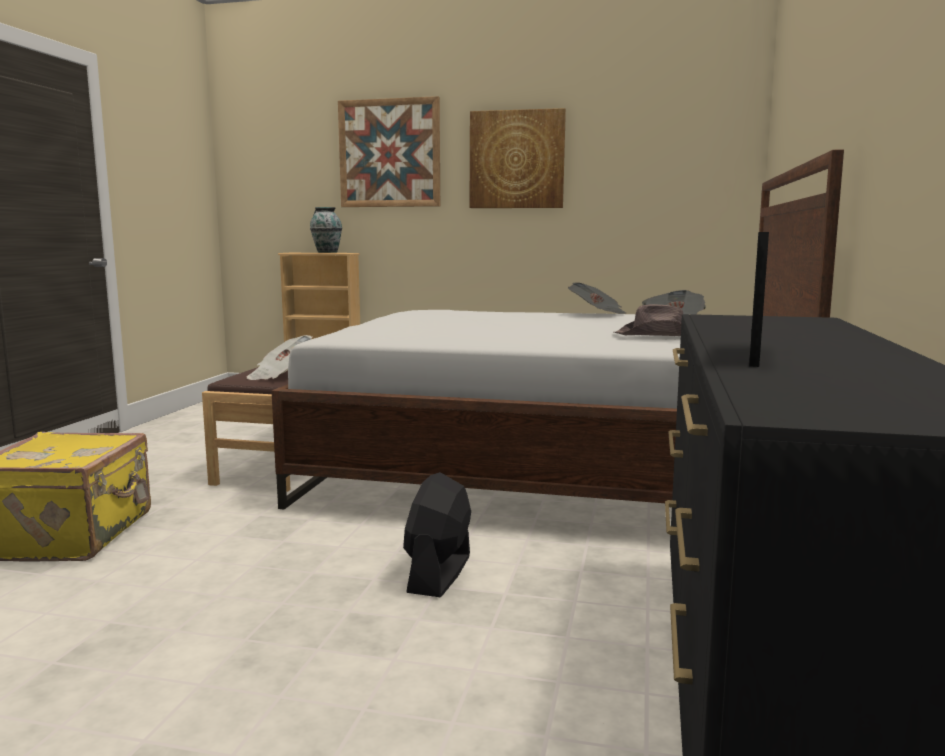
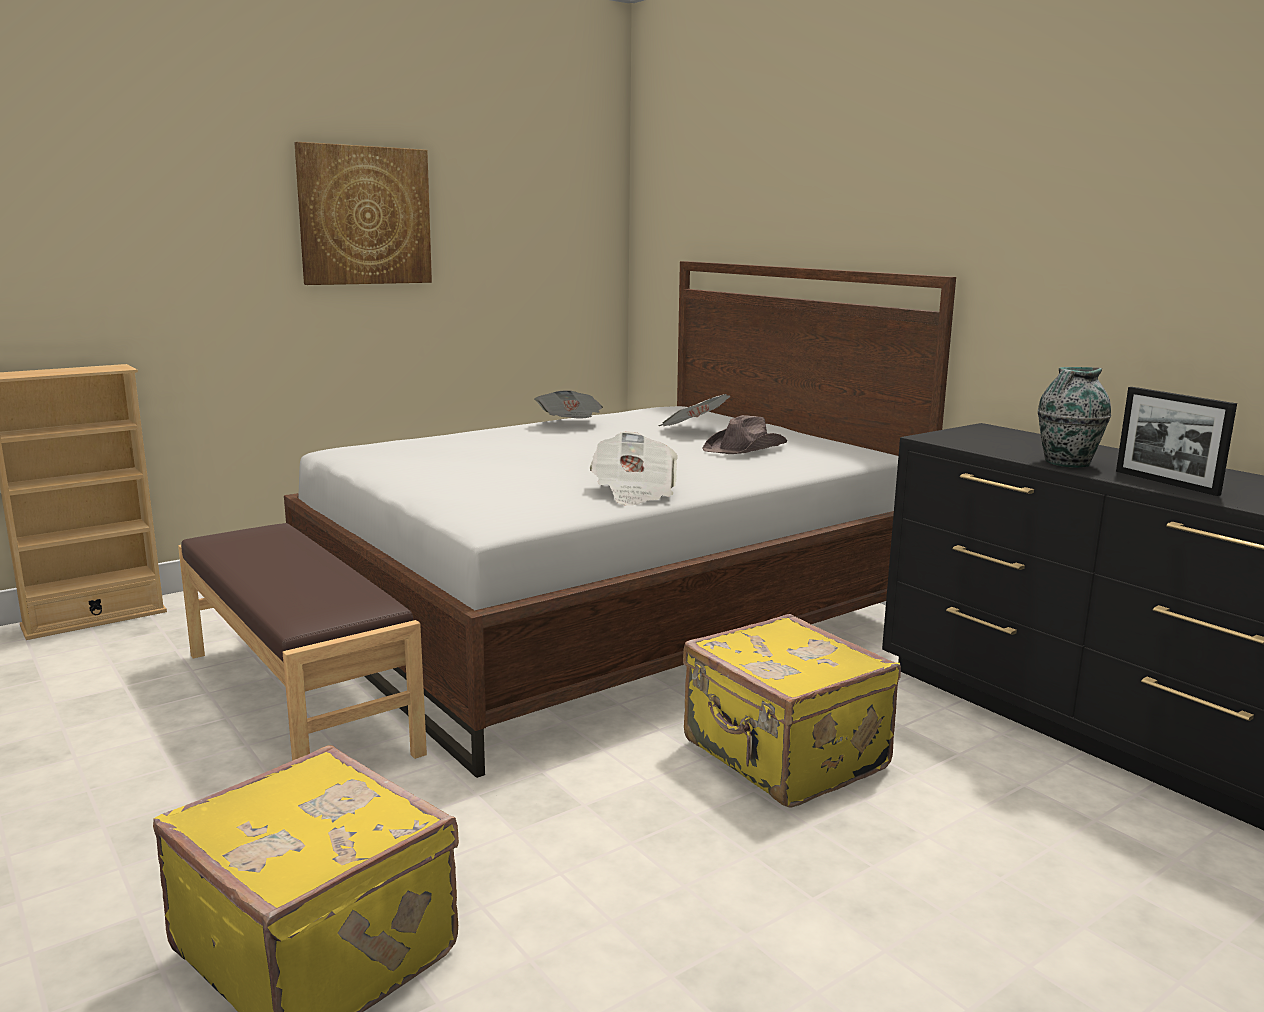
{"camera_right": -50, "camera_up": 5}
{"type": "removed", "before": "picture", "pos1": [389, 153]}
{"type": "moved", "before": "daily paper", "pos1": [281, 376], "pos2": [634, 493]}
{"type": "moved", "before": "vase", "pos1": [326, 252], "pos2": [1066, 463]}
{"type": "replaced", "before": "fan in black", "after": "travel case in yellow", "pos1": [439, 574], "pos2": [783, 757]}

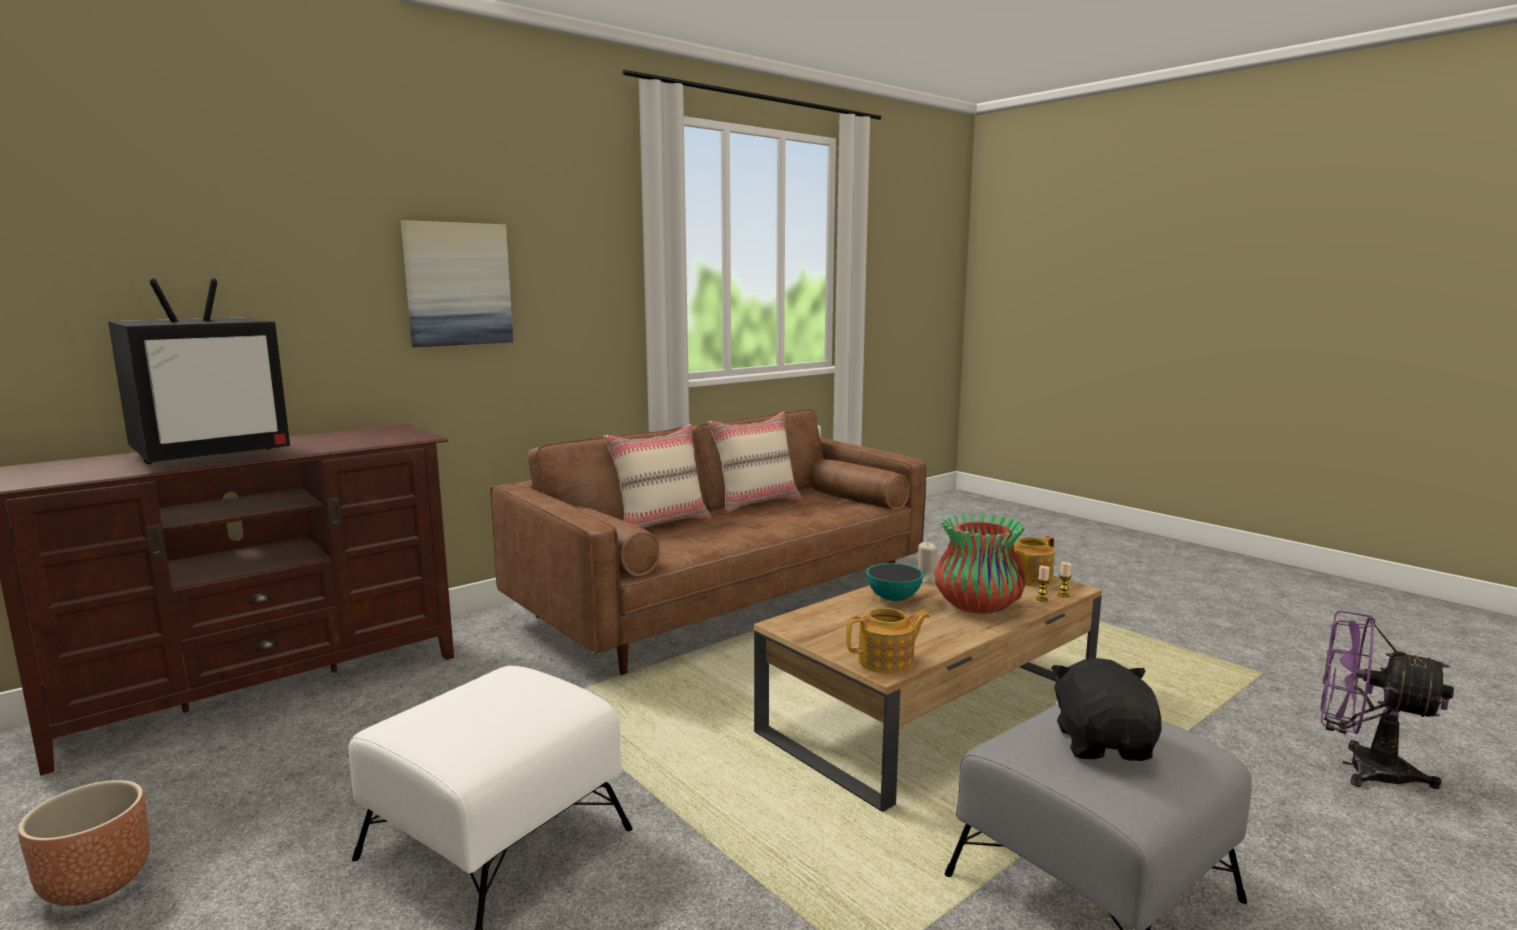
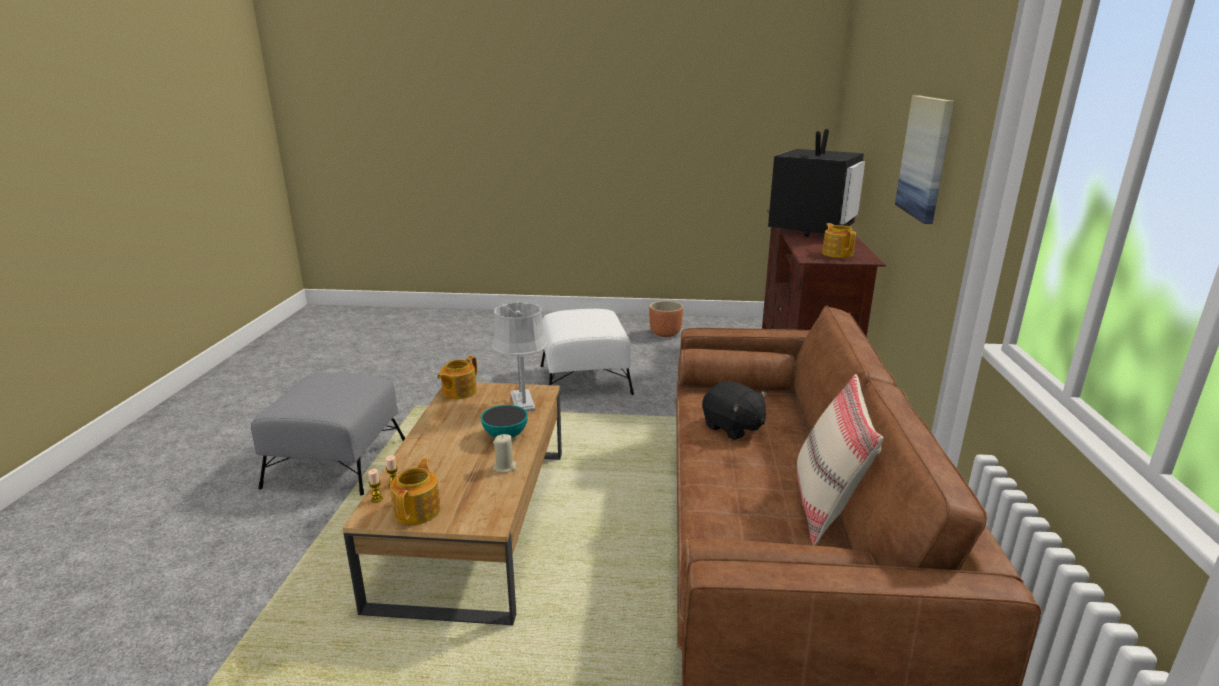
{"camera_right": 135, "camera_up": 10}
{"type": "removed", "before": "throw pillow in sand-coloured", "pos1": [661, 523]}
{"type": "removed", "before": "vase", "pos1": [977, 606]}
{"type": "removed", "before": "fan in purple-coloured", "pos1": [1361, 768]}
{"type": "added", "after": "lamp for a table in greyish", "pos2": [523, 402]}
{"type": "added", "after": "tea pot", "pos2": [837, 253]}
{"type": "moved", "before": "cuddly toy in black", "pos1": [1103, 744], "pos2": [733, 428]}
{"type": "turned", "before": "TV", "pos1": [213, 455], "pos2": [811, 230], "turn": -150}

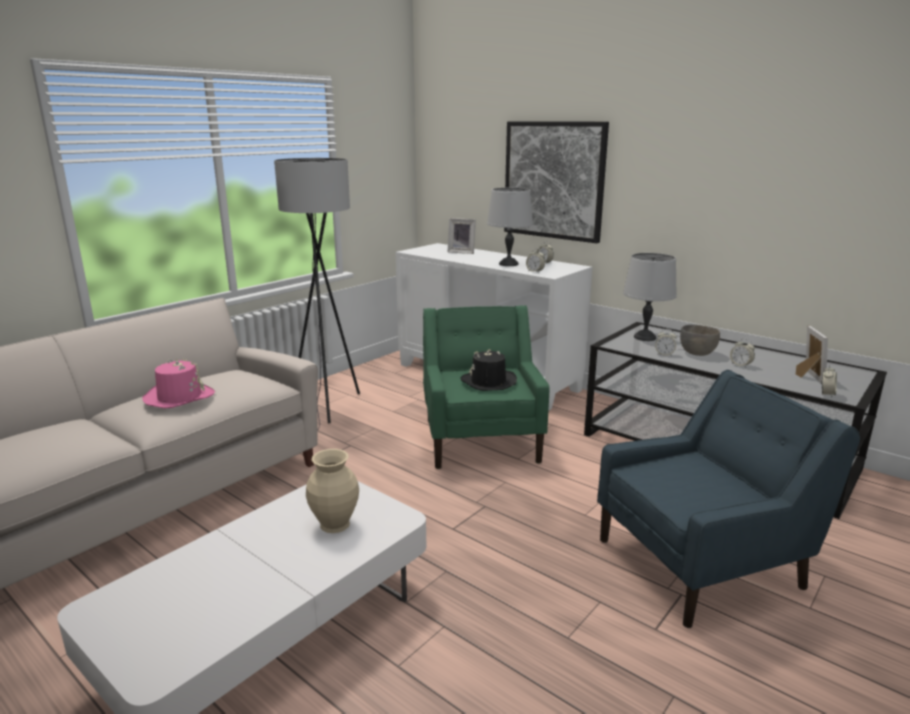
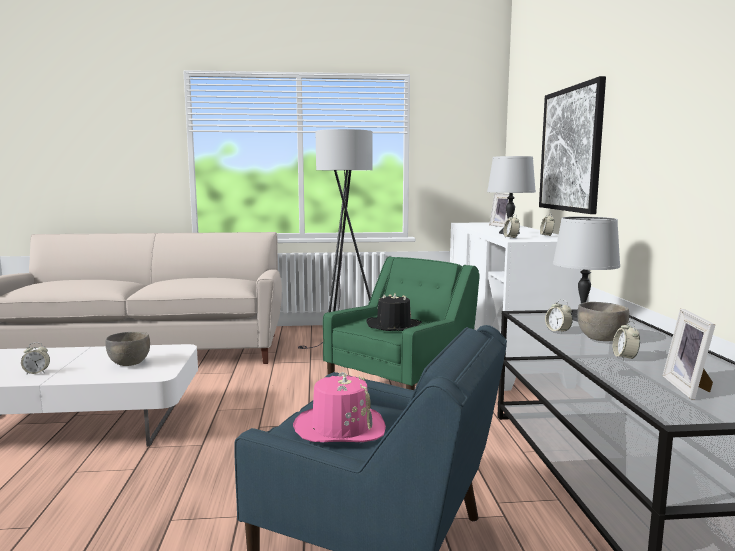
{"camera_right": 45, "camera_up": -10}
{"type": "moved", "before": "wearable hat in pink-coloured", "pos1": [179, 397], "pos2": [340, 427]}
{"type": "moved", "before": "alarm clock", "pos1": [826, 394], "pos2": [37, 372]}
{"type": "replaced", "before": "vase in sand-coloured", "after": "serving bowl in greyish", "pos1": [336, 524], "pos2": [129, 364]}
{"type": "turned", "before": "photo frame", "pos1": [807, 377], "pos2": [689, 388], "turn": 135}

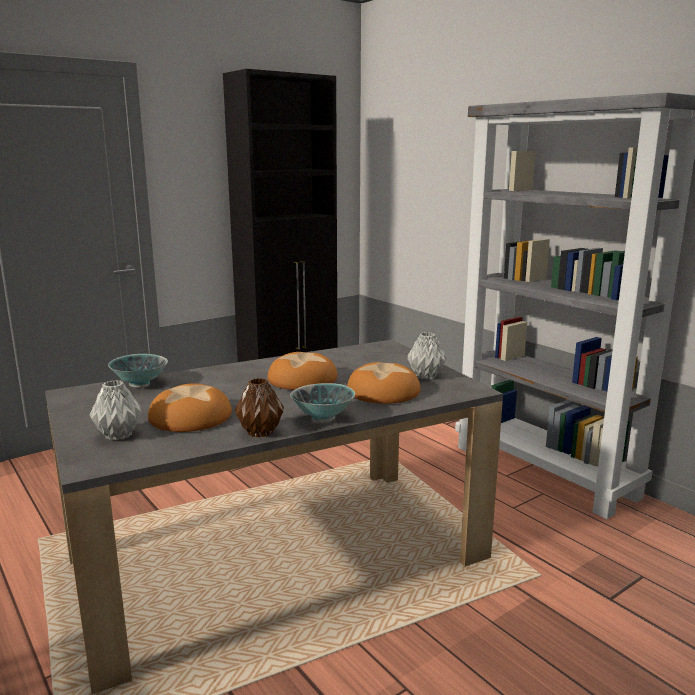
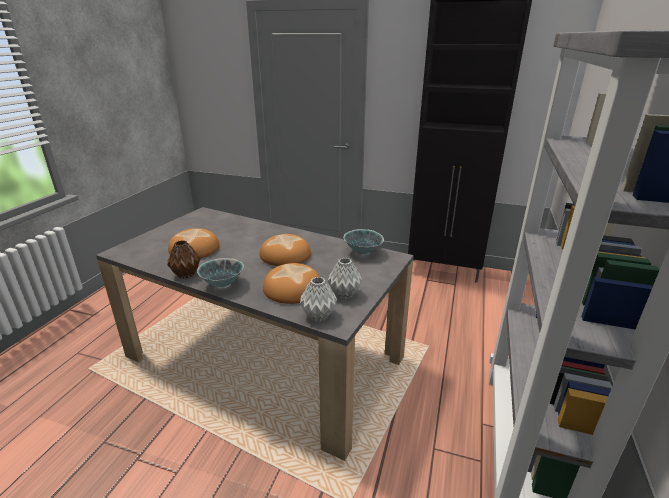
{"camera_right": 55, "camera_up": 10}
{"type": "moved", "before": "vase in greyish", "pos1": [119, 435], "pos2": [318, 316]}
{"type": "moved", "before": "serving bowl", "pos1": [139, 384], "pos2": [362, 252]}

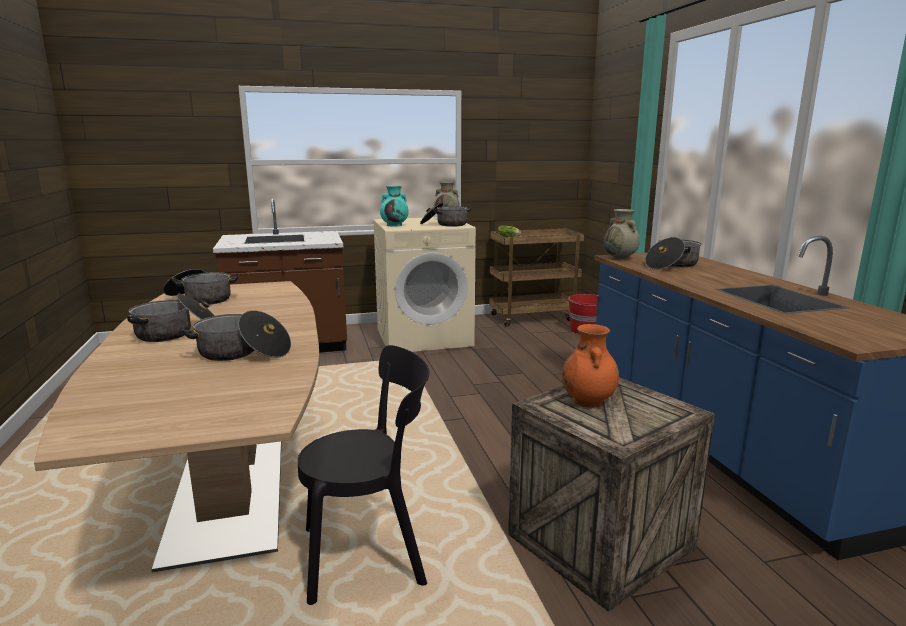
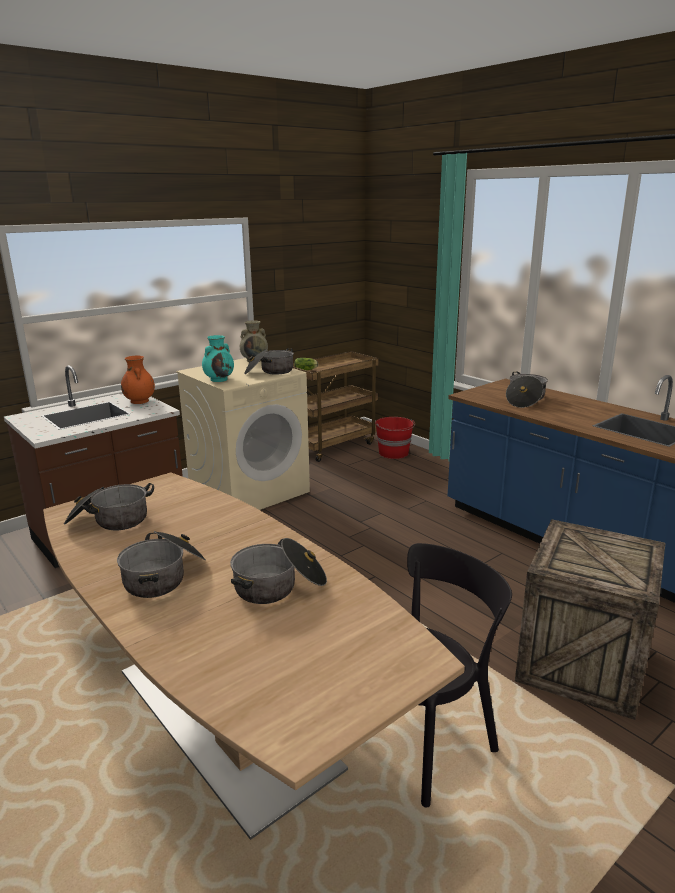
{"camera_right": -25, "camera_up": 5}
{"type": "removed", "before": "vase in sand-coloured", "pos1": [620, 258]}
{"type": "moved", "before": "vase in orangey", "pos1": [588, 401], "pos2": [140, 401]}

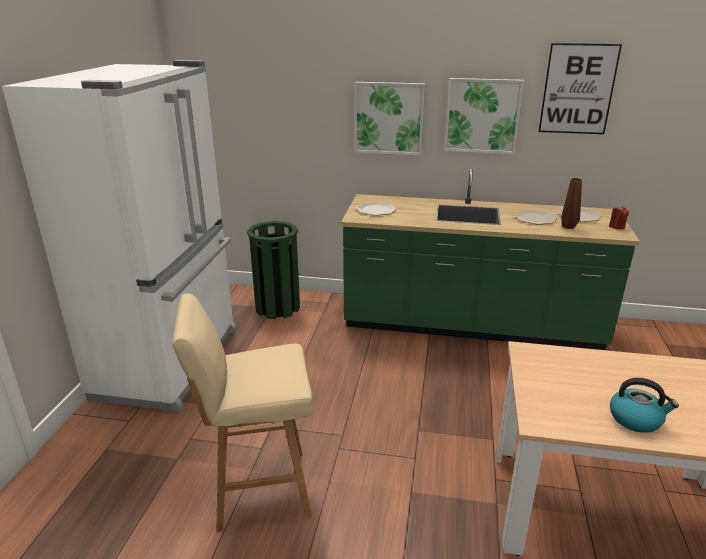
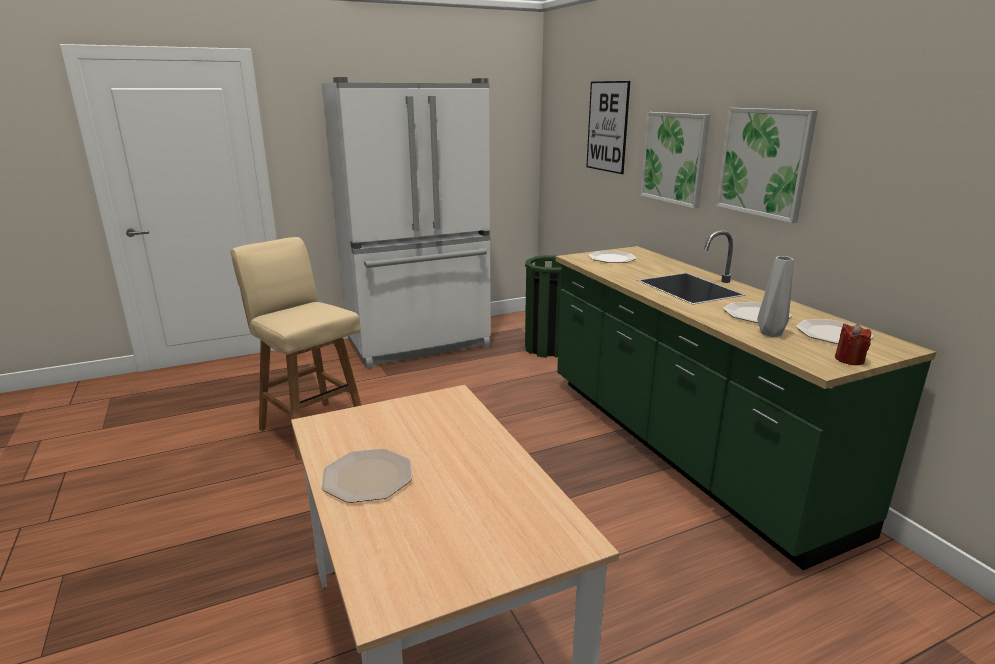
{"camera_right": 55, "camera_up": -5}
{"type": "moved", "before": "picture", "pos1": [578, 89], "pos2": [607, 127]}
{"type": "replaced", "before": "water kettle", "after": "plate", "pos1": [636, 419], "pos2": [368, 476]}
{"type": "recoloured", "before": "vase in brownish", "after": "vase in greyish", "pos1": [567, 226], "pos2": [770, 333]}

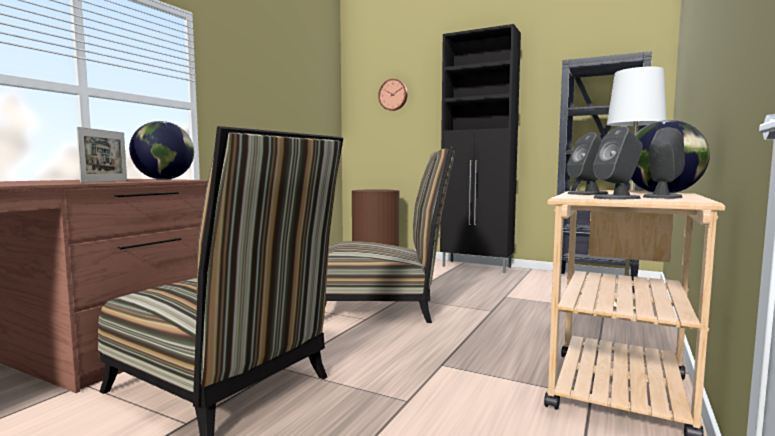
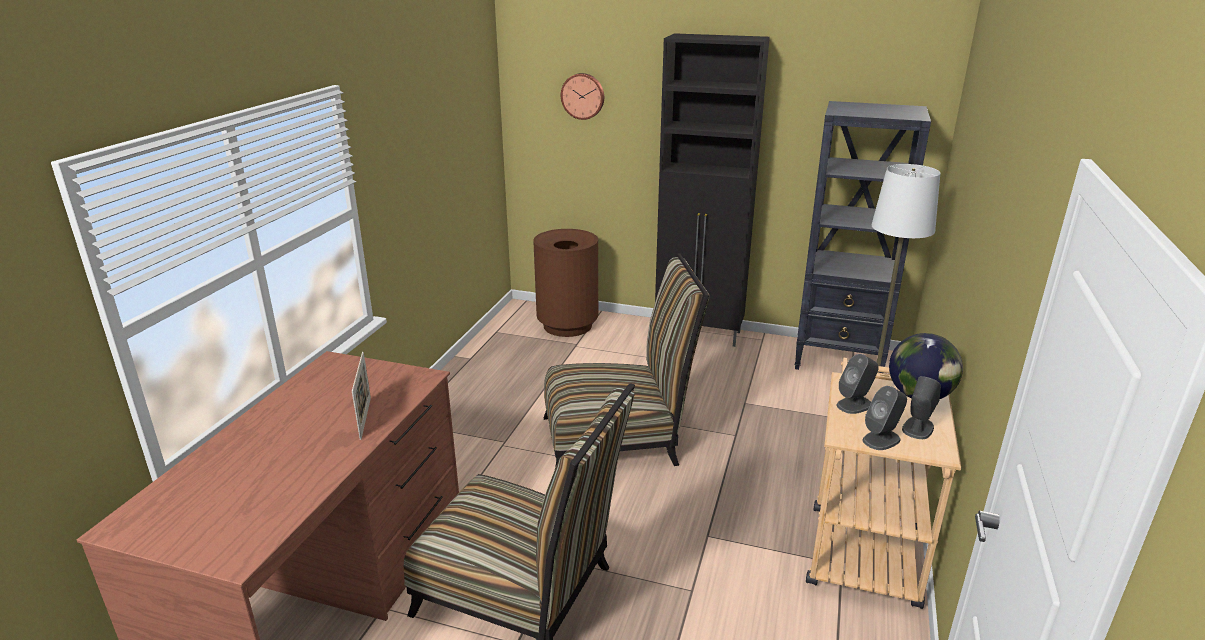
{"camera_right": -10, "camera_up": 20}
{"type": "removed", "before": "globe", "pos1": [164, 179]}

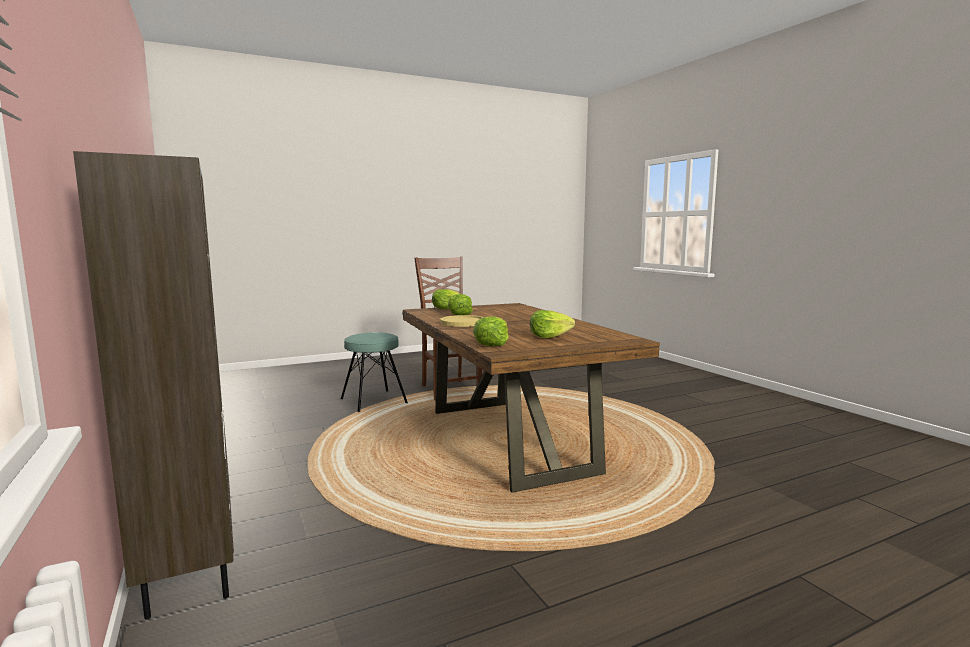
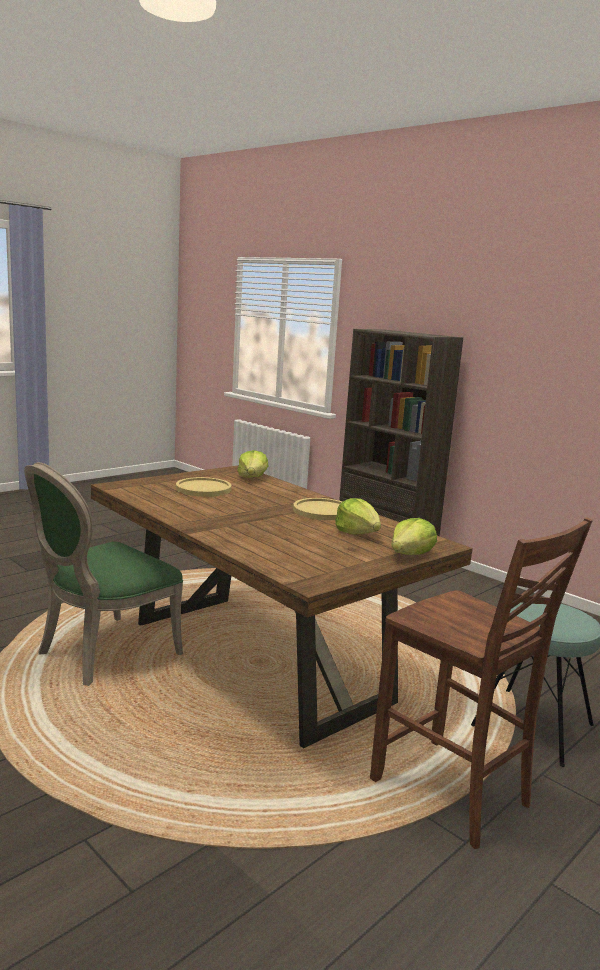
{"camera_right": 160, "camera_up": 5}
{"type": "added", "after": "upright chair in green-coloured", "pos2": [102, 654]}
{"type": "replaced", "before": "lettuce head", "after": "plate in yellow", "pos1": [549, 336], "pos2": [203, 489]}

